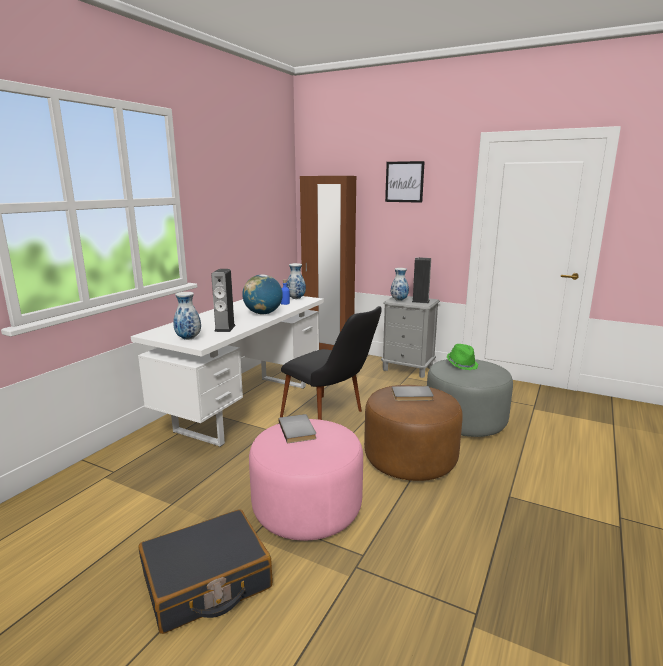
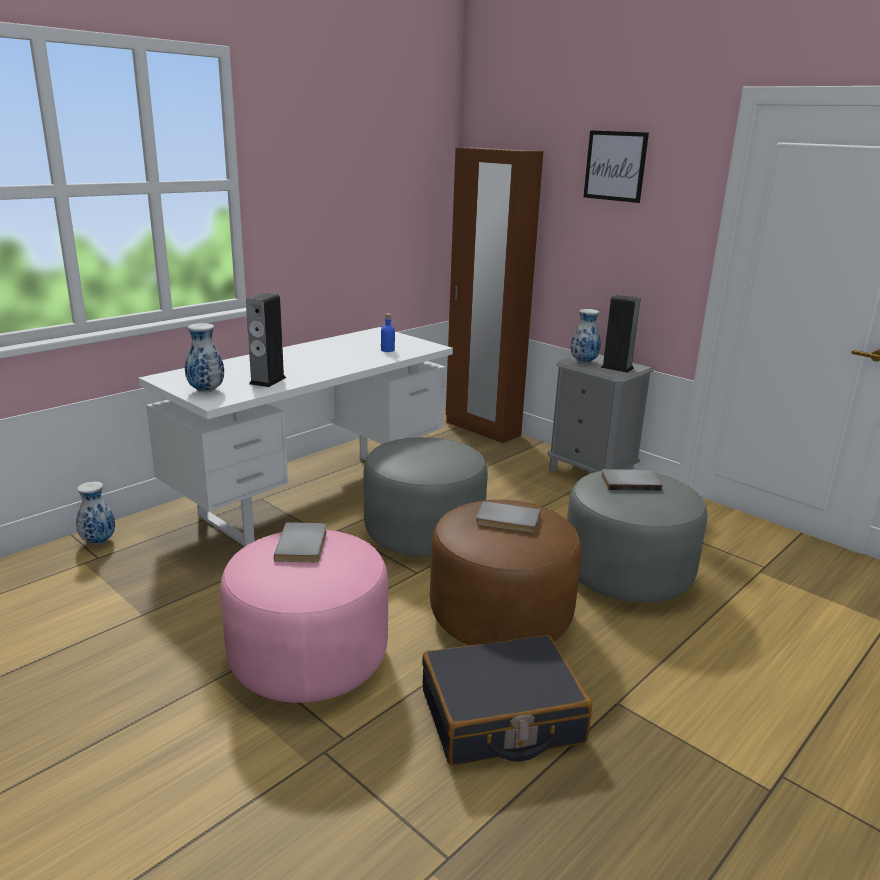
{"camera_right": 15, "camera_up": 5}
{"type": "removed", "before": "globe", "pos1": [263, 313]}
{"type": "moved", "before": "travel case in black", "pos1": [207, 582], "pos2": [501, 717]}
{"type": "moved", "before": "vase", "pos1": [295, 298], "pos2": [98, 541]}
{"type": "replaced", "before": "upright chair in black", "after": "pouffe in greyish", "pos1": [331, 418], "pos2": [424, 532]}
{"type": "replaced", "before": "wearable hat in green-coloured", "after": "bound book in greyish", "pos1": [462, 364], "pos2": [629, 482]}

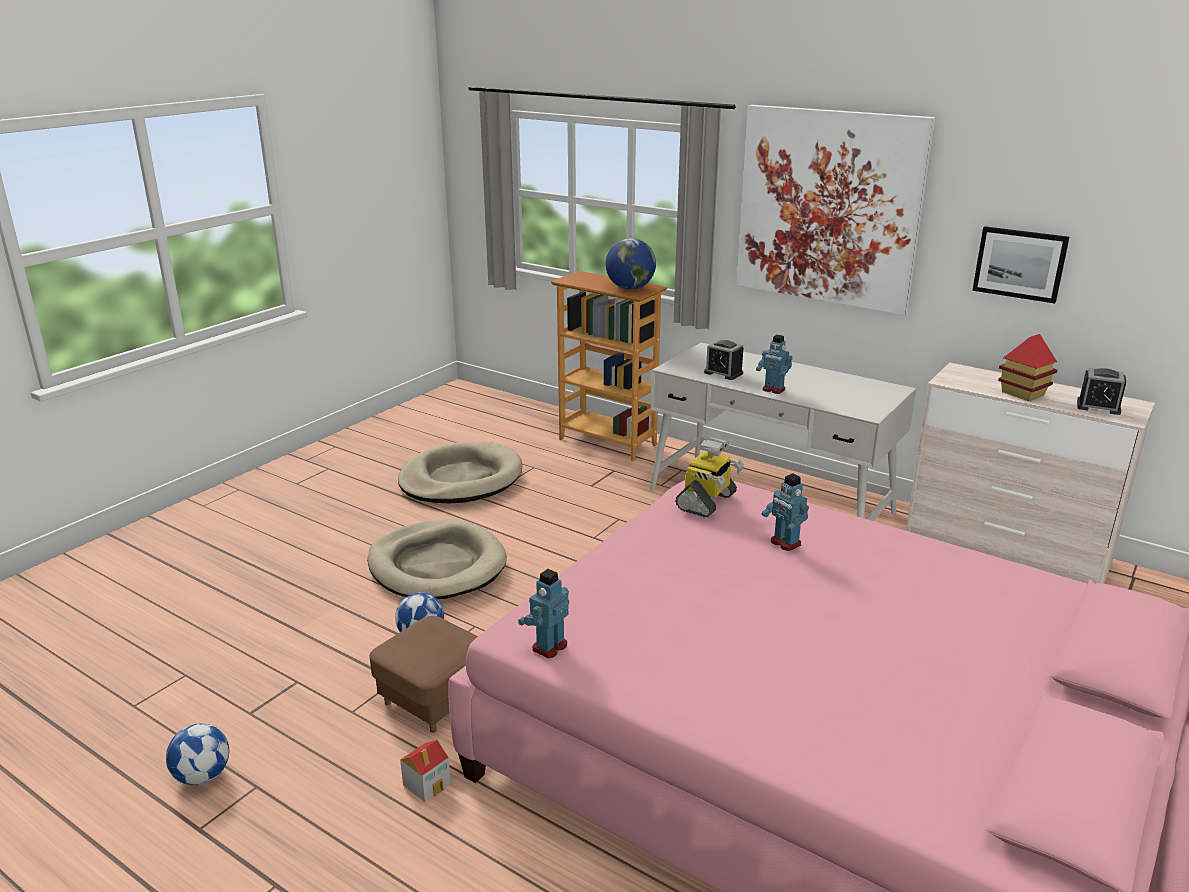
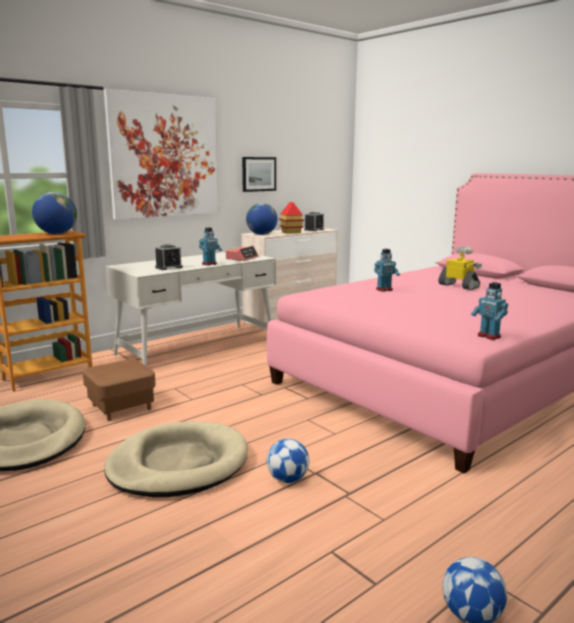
{"camera_right": -75, "camera_up": -10}
{"type": "removed", "before": "model house", "pos1": [427, 783]}
{"type": "added", "after": "alarm clock", "pos2": [242, 258]}
{"type": "added", "after": "globe", "pos2": [261, 234]}
{"type": "moved", "before": "pouffe in brownish", "pos1": [434, 698], "pos2": [121, 407]}
{"type": "moved", "before": "toy robot", "pos1": [707, 502], "pos2": [459, 286]}

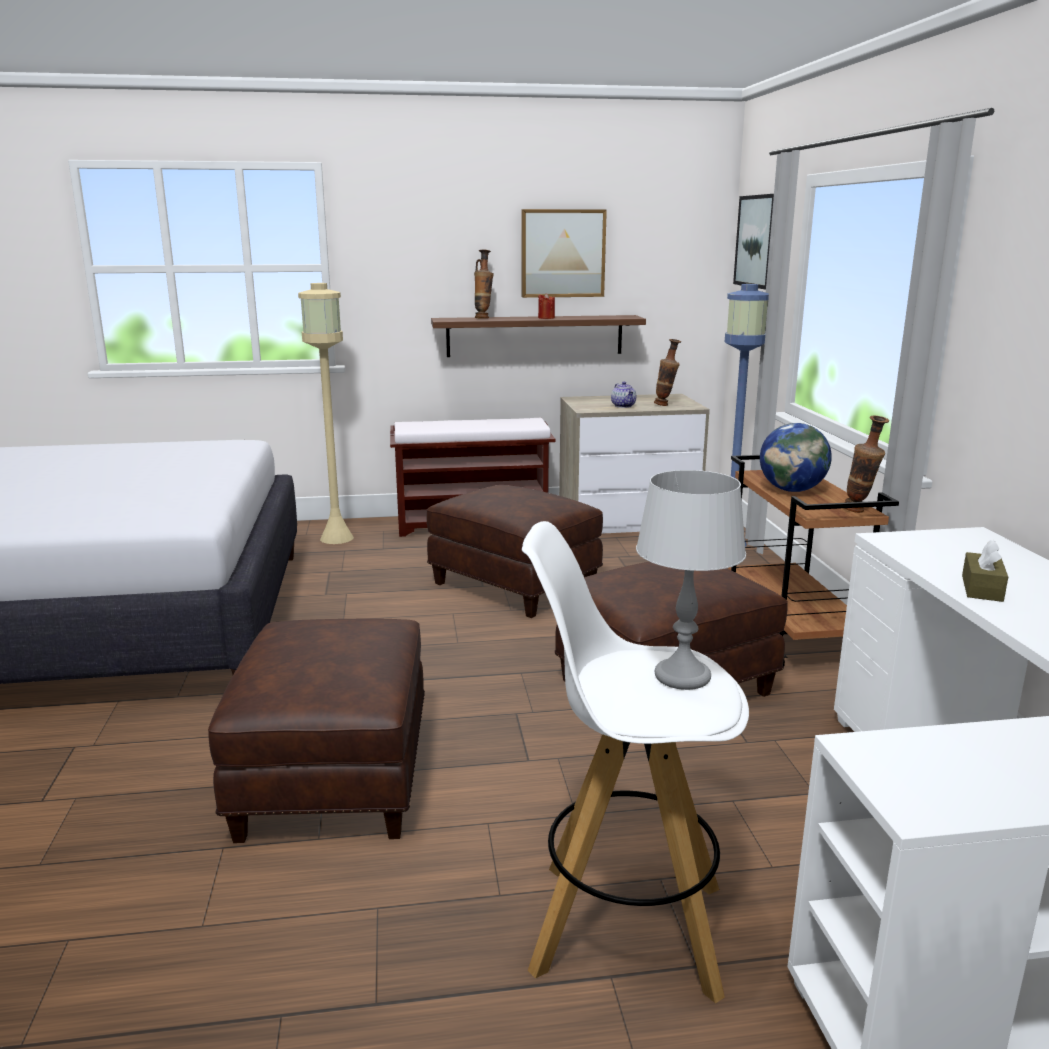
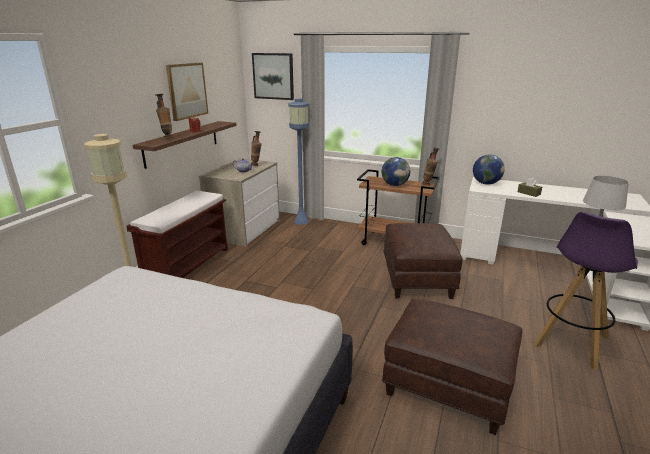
{"camera_right": -60, "camera_up": 5}
{"type": "removed", "before": "pouffe in brownish", "pos1": [516, 585]}
{"type": "added", "after": "globe", "pos2": [486, 183]}
{"type": "recoloured", "before": "stool seat in white-coloured", "after": "stool seat in purple-coloured", "pos1": [625, 927], "pos2": [571, 341]}

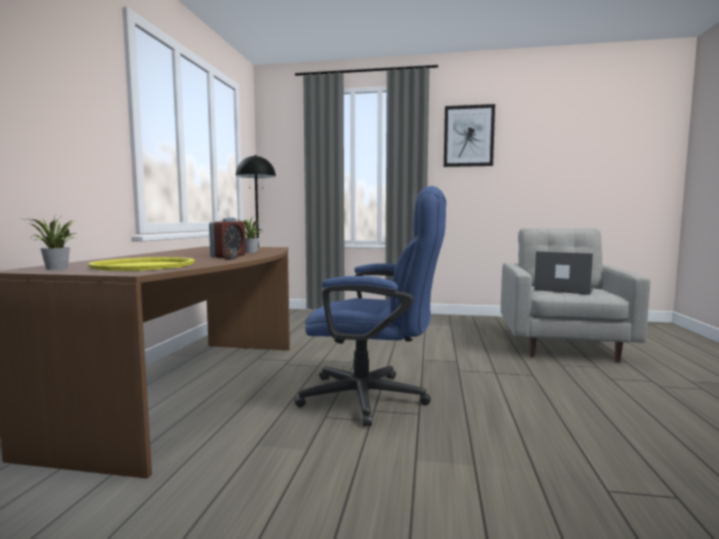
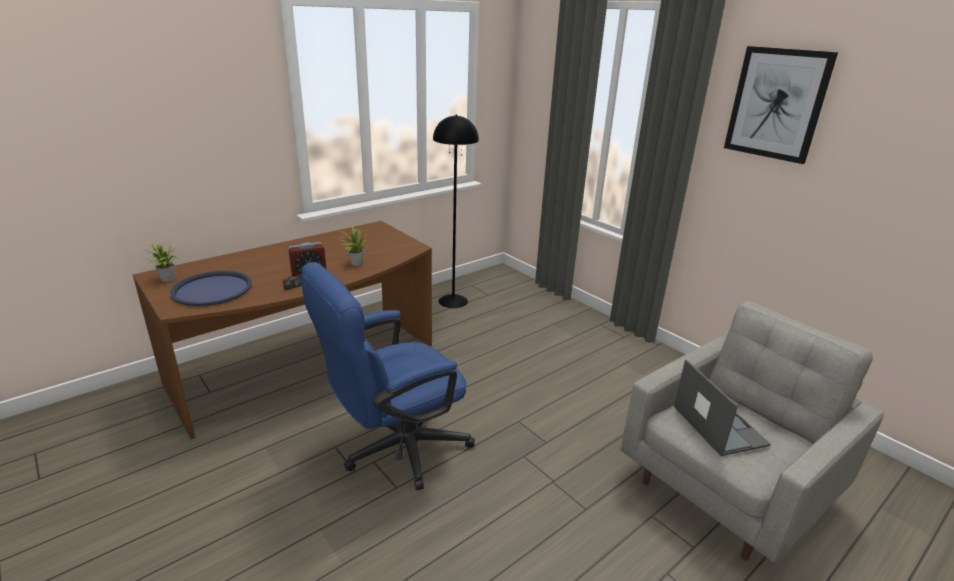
{"camera_right": 40, "camera_up": 20}
{"type": "recoloured", "before": "serving tray in yellow", "after": "serving tray in bluish", "pos1": [143, 265], "pos2": [212, 289]}
{"type": "turned", "before": "computer chair in bluish", "pos1": [375, 399], "pos2": [395, 449], "turn": 90}

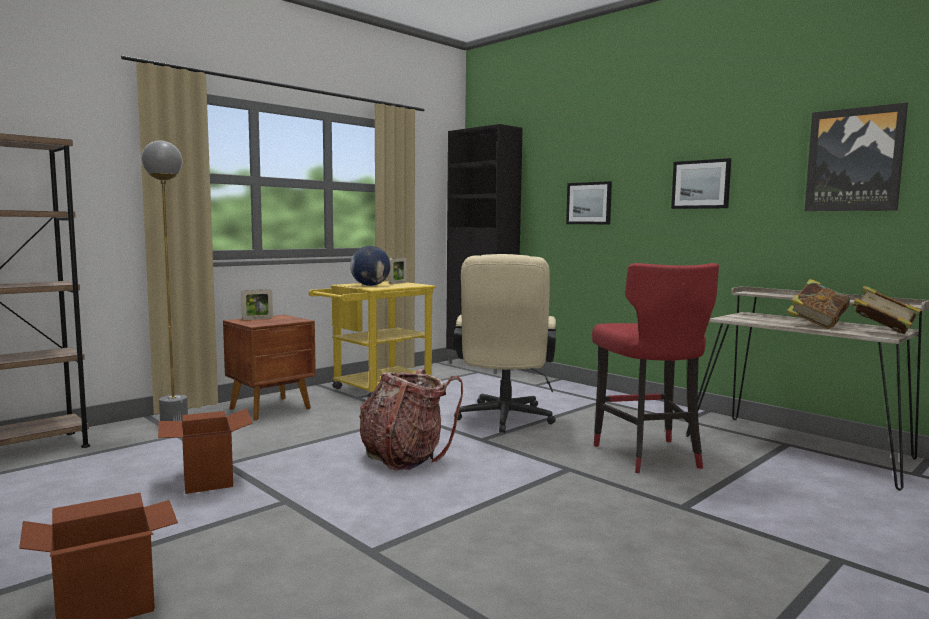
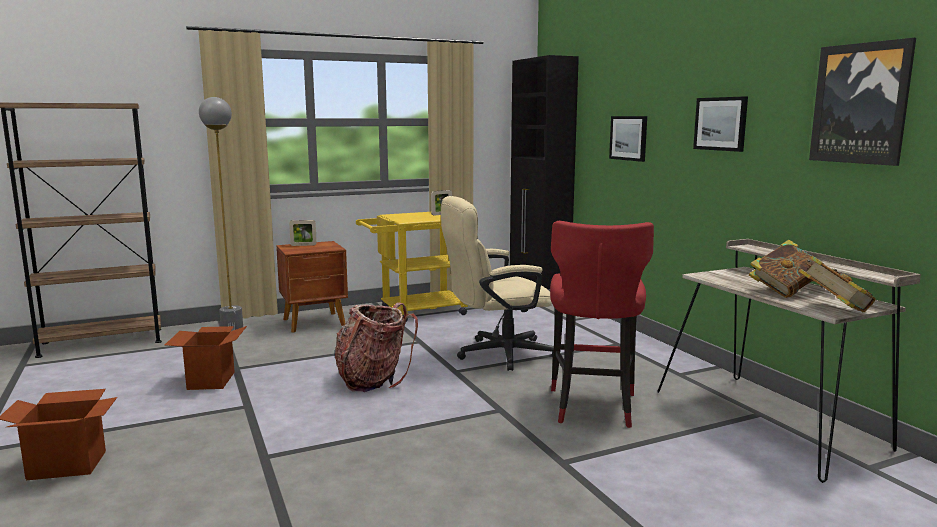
{"camera_right": 20, "camera_up": 5}
{"type": "removed", "before": "globe", "pos1": [370, 285]}
{"type": "turned", "before": "computer chair in sand-coloured", "pos1": [504, 420], "pos2": [497, 354], "turn": 45}

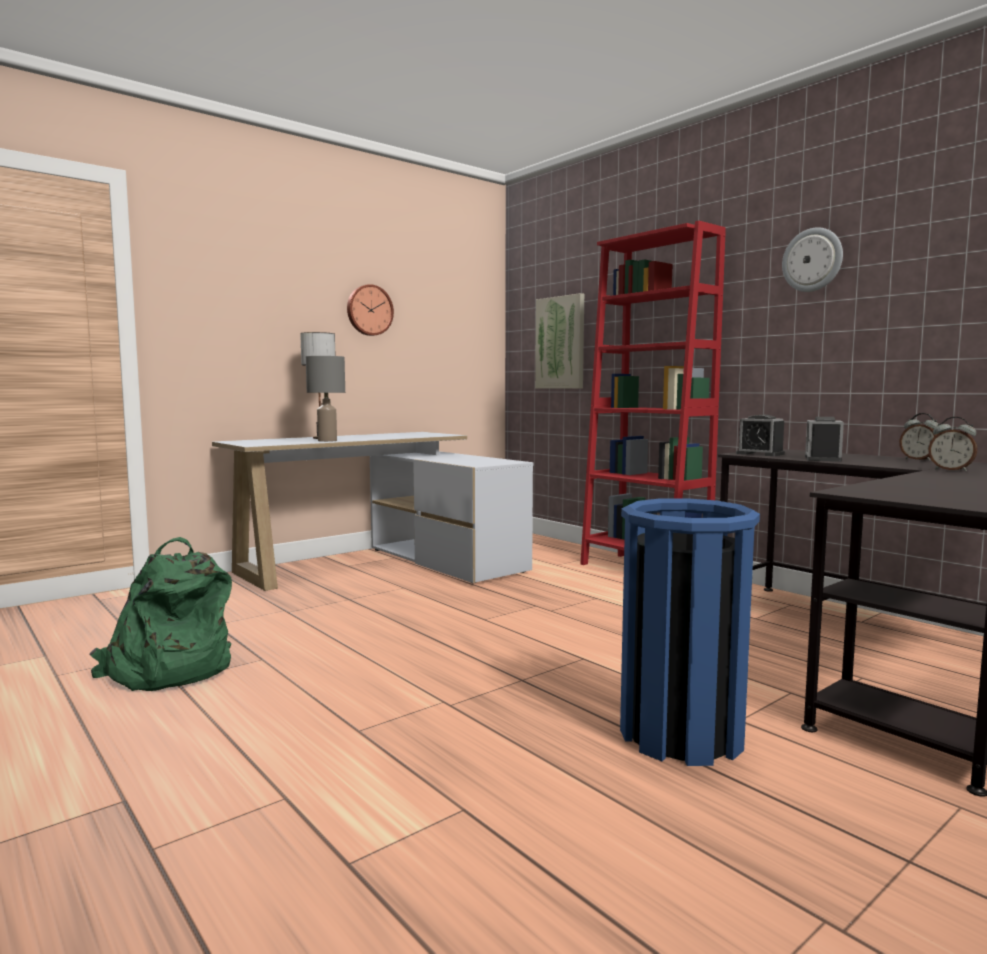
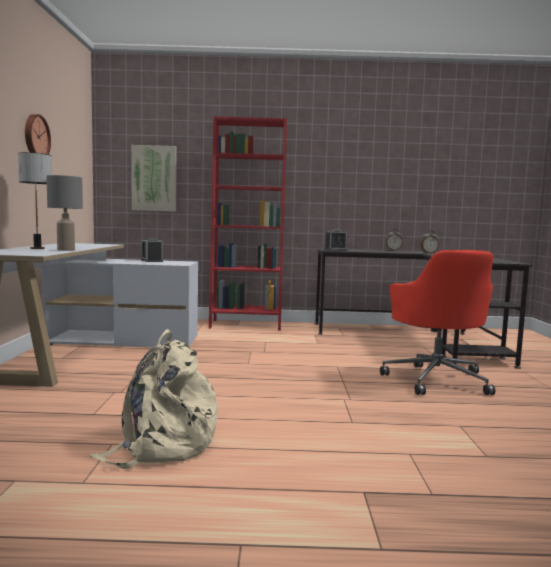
{"camera_right": -50, "camera_up": 0}
{"type": "removed", "before": "hanging clock", "pos1": [812, 260]}
{"type": "moved", "before": "alarm clock", "pos1": [822, 459], "pos2": [151, 261]}
{"type": "replaced", "before": "waste bin in bluish", "after": "computer chair in reddish", "pos1": [681, 734], "pos2": [436, 379]}
{"type": "recoloured", "before": "knapsack in green-coloured", "after": "knapsack in sand-coloured", "pos1": [168, 670], "pos2": [162, 444]}

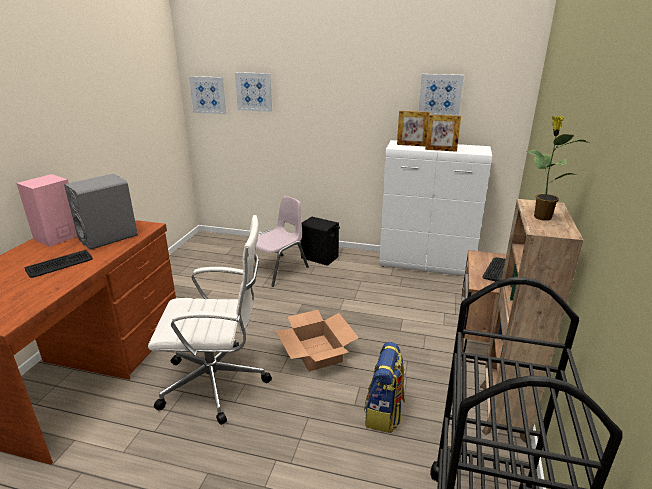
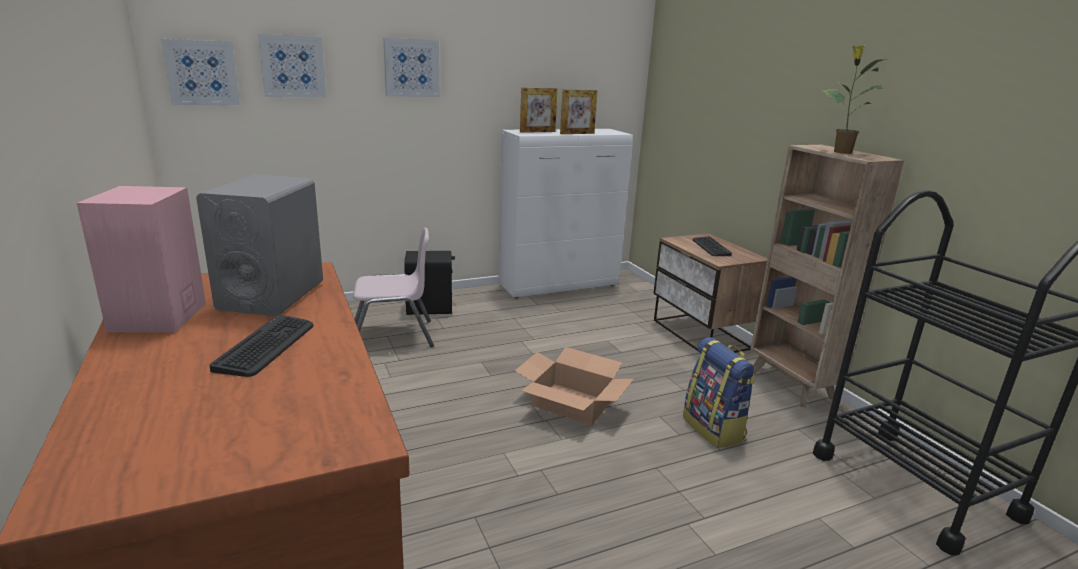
{"camera_right": -40, "camera_up": -5}
{"type": "removed", "before": "computer chair in white-coloured", "pos1": [217, 383]}
{"type": "moved", "before": "picture", "pos1": [440, 95], "pos2": [411, 68]}
{"type": "turned", "before": "upright chair in pink-coloured", "pos1": [277, 270], "pos2": [393, 335], "turn": 75}

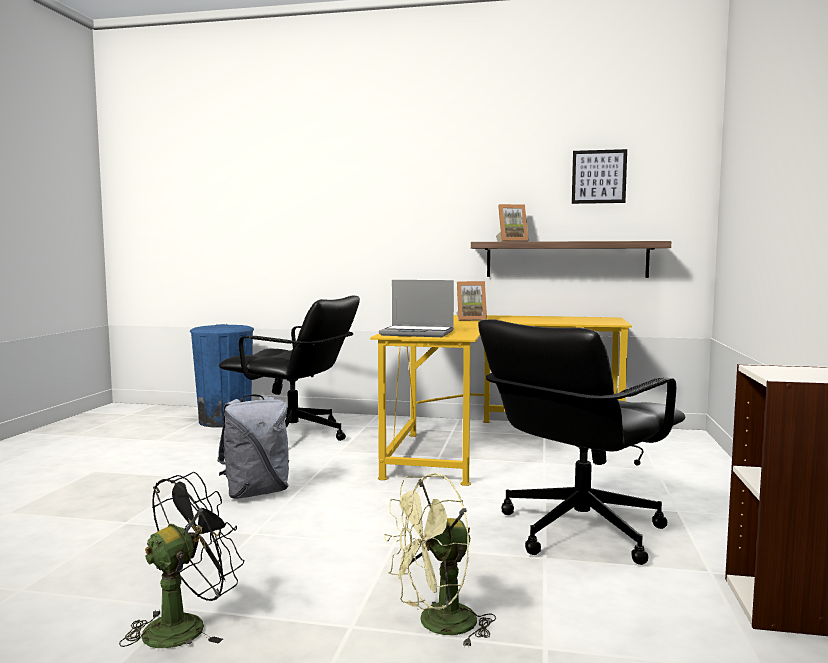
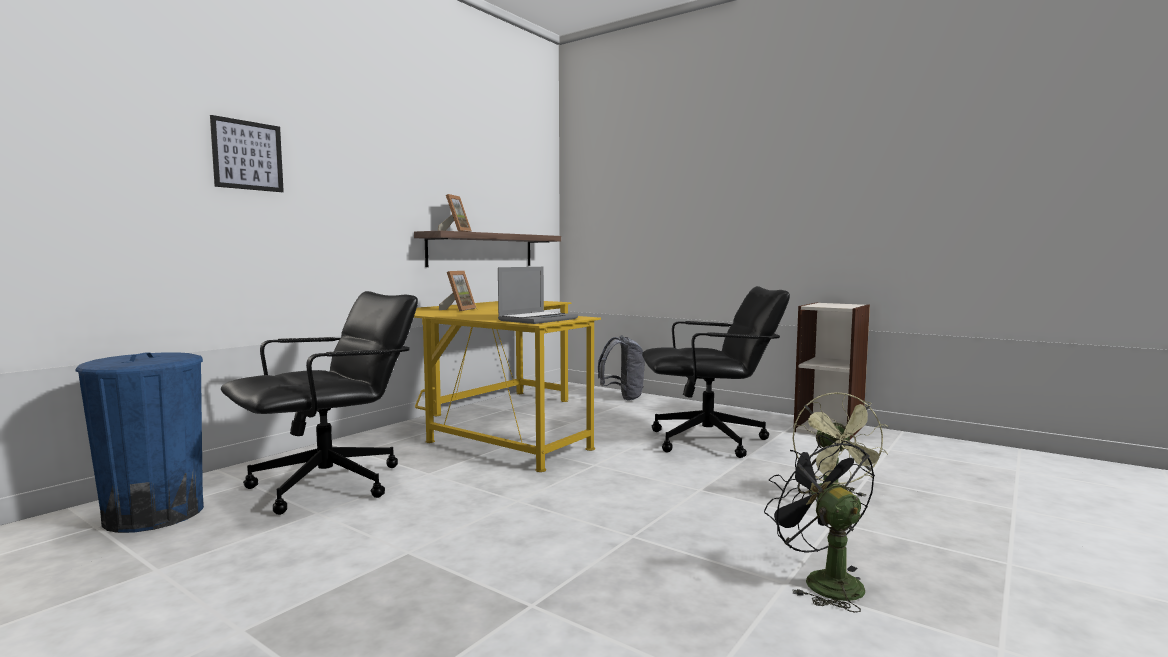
{"camera_right": -65, "camera_up": 0}
{"type": "moved", "before": "knapsack in greyish", "pos1": [256, 492], "pos2": [623, 398]}
{"type": "moved", "before": "picture", "pos1": [599, 176], "pos2": [247, 155]}
{"type": "turned", "before": "computer chair in black", "pos1": [578, 530], "pos2": [709, 441], "turn": -75}

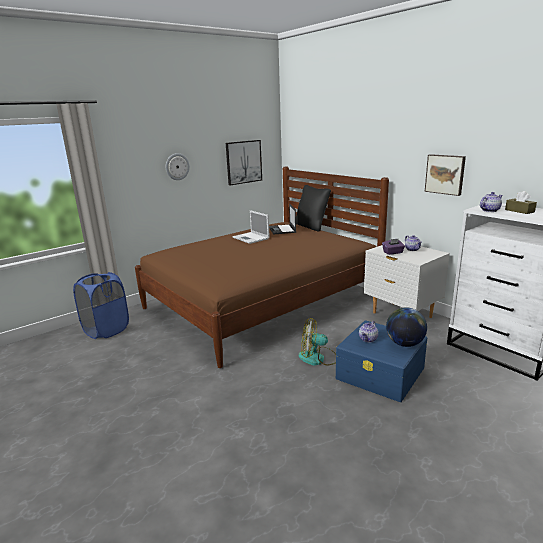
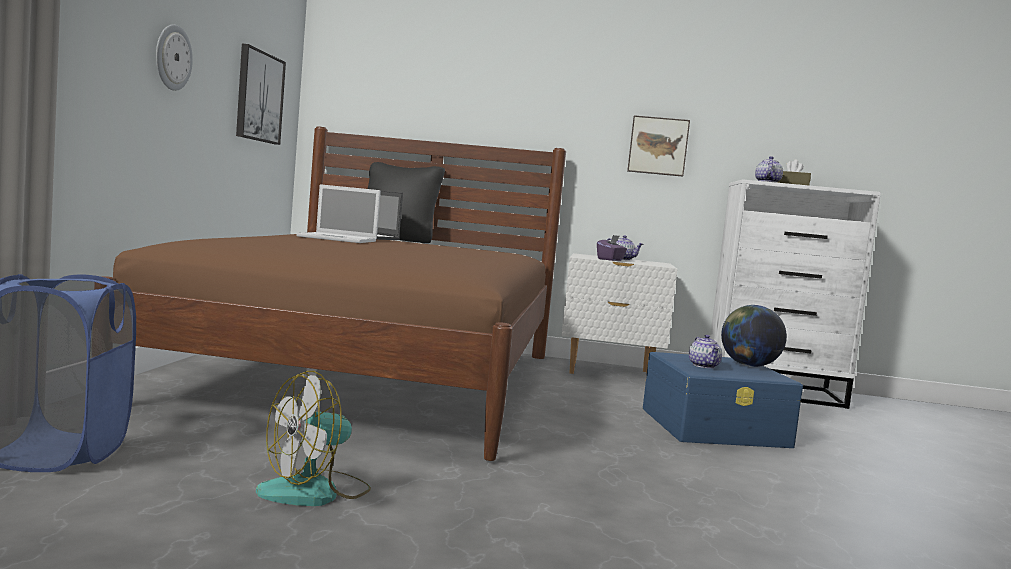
{"camera_right": -45, "camera_up": -15}
{"type": "moved", "before": "fan", "pos1": [318, 358], "pos2": [315, 491]}

